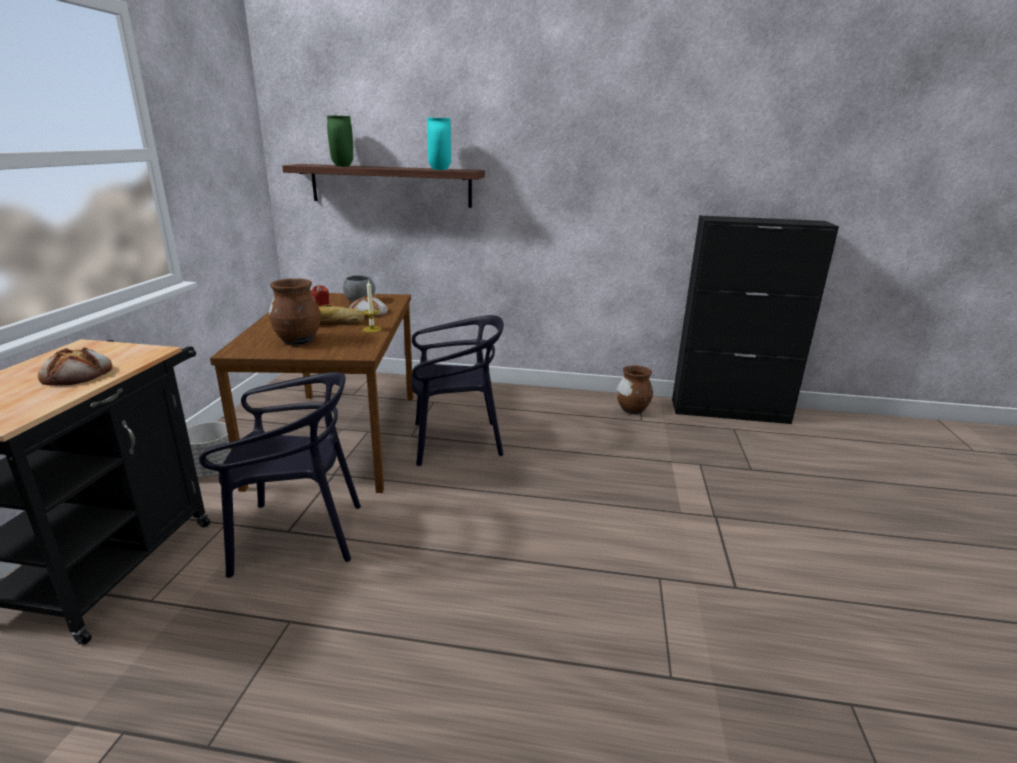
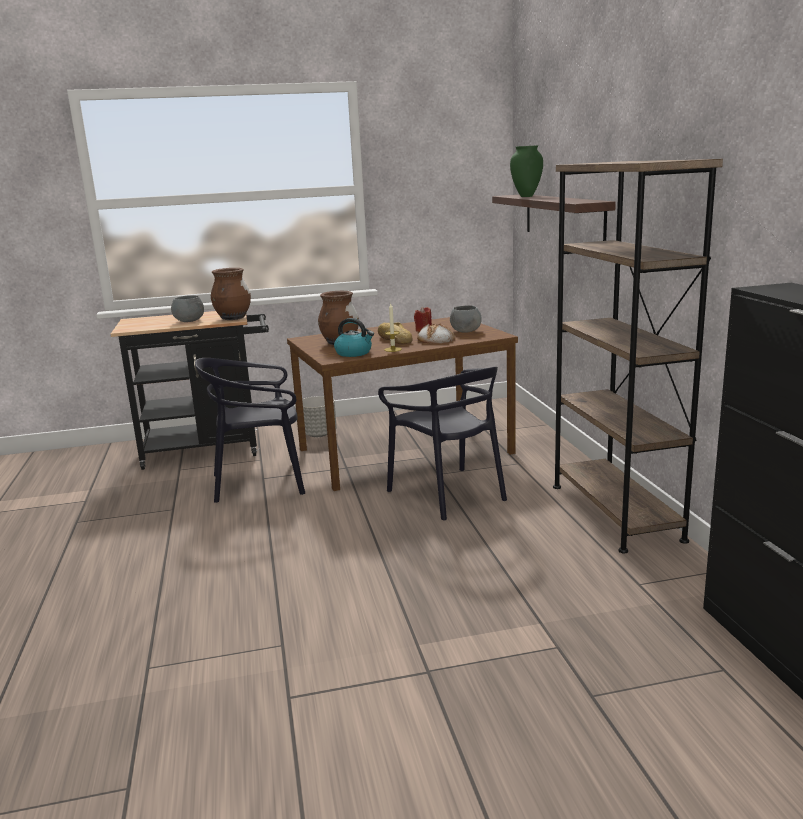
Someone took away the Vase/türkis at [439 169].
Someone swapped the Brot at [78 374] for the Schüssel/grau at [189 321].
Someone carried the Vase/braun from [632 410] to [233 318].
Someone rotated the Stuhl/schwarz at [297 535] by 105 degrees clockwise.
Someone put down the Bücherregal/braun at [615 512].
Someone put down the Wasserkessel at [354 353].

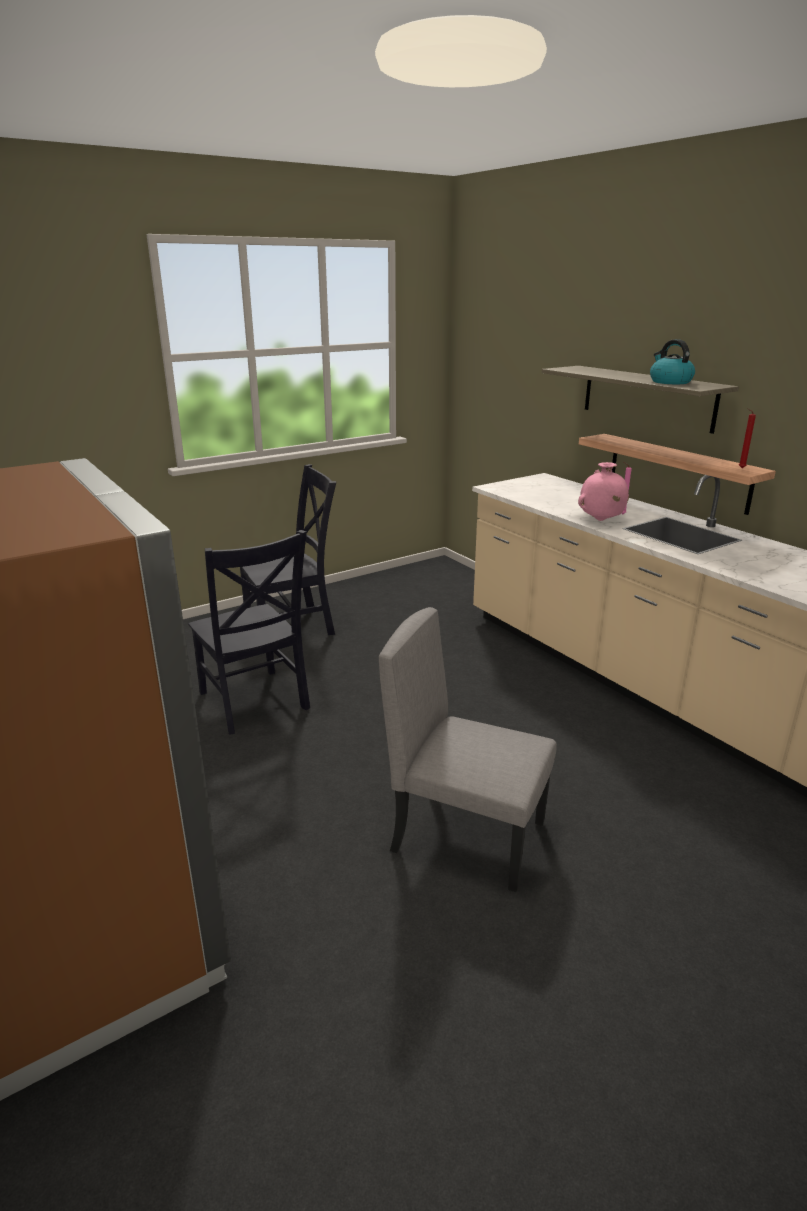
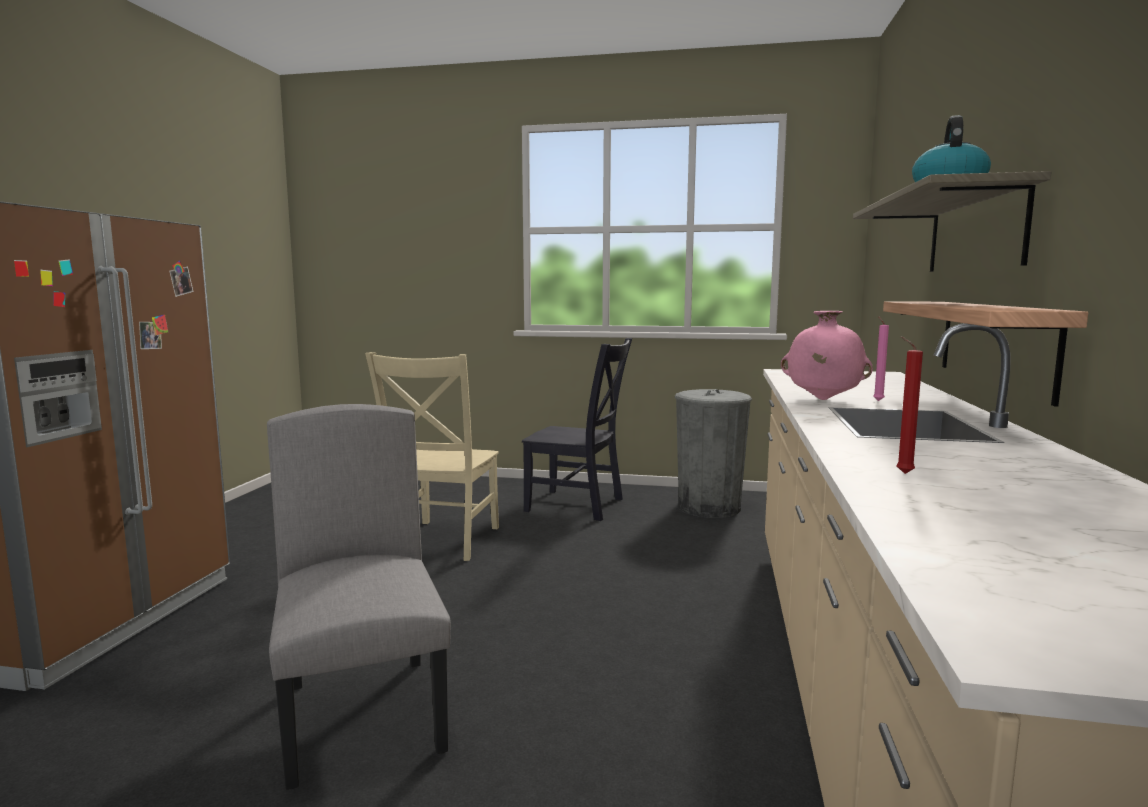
Someone carried the Kerze/rot from [740 468] to [901 473].
Someone repainted the Stuhl/schwarz at [254 703], which became the Stuhl/beige at [441 542].
Someone put down the Mülleimer/grau at [709 507].

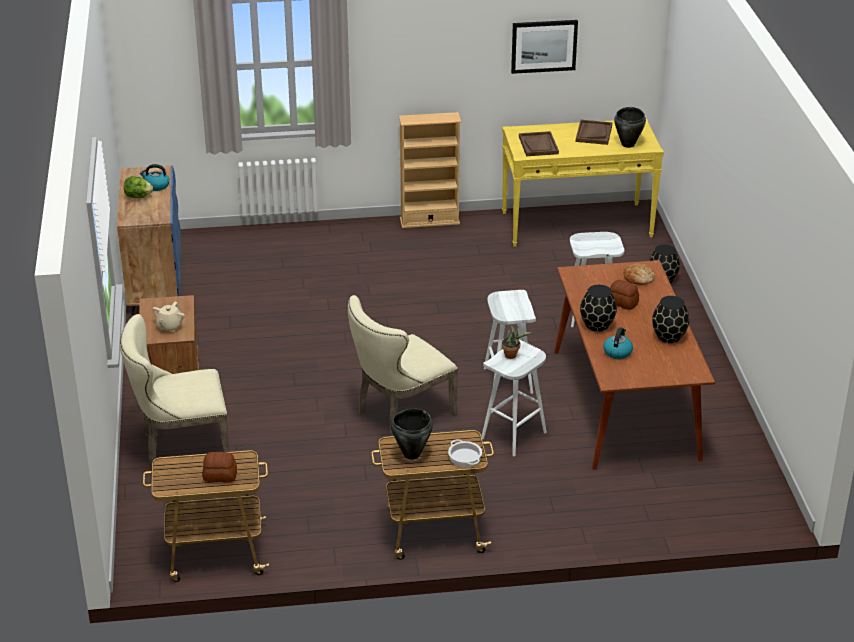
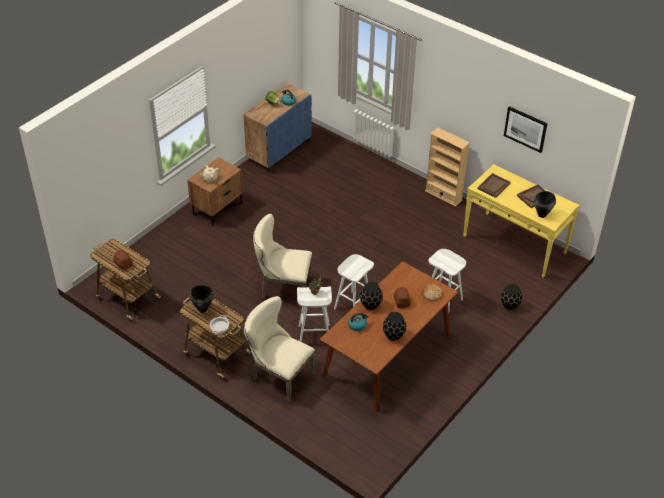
Someone carried the Stuhl/beige from [180 446] to [278 376].

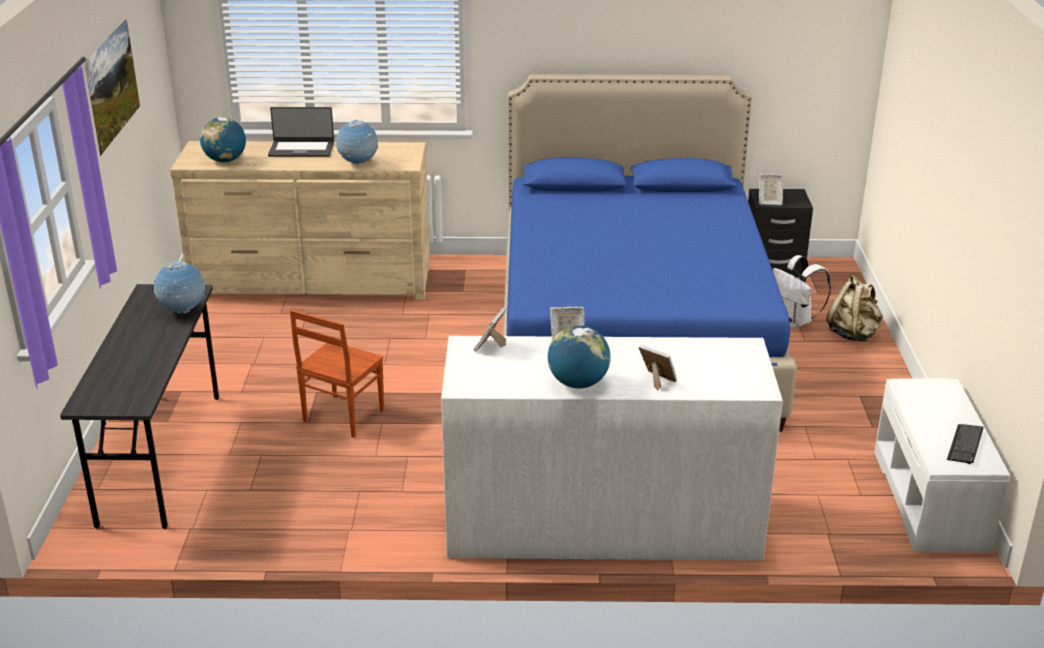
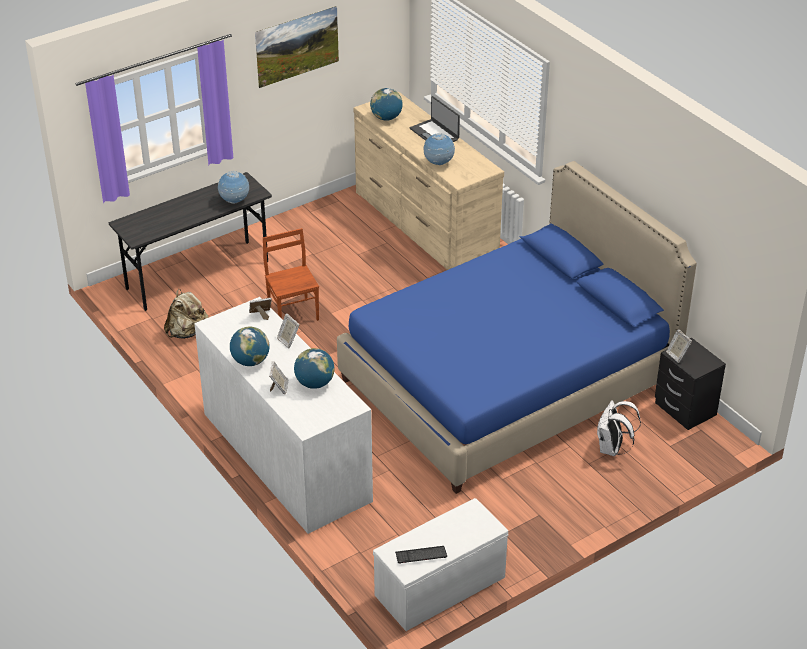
Someone carried the Rucksack/beige from [853 334] to [187 332].
Someone rotated the Stuhl/braun at [342 416] by 75 degrees clockwise.
Someone put down the Globus at [314 383].

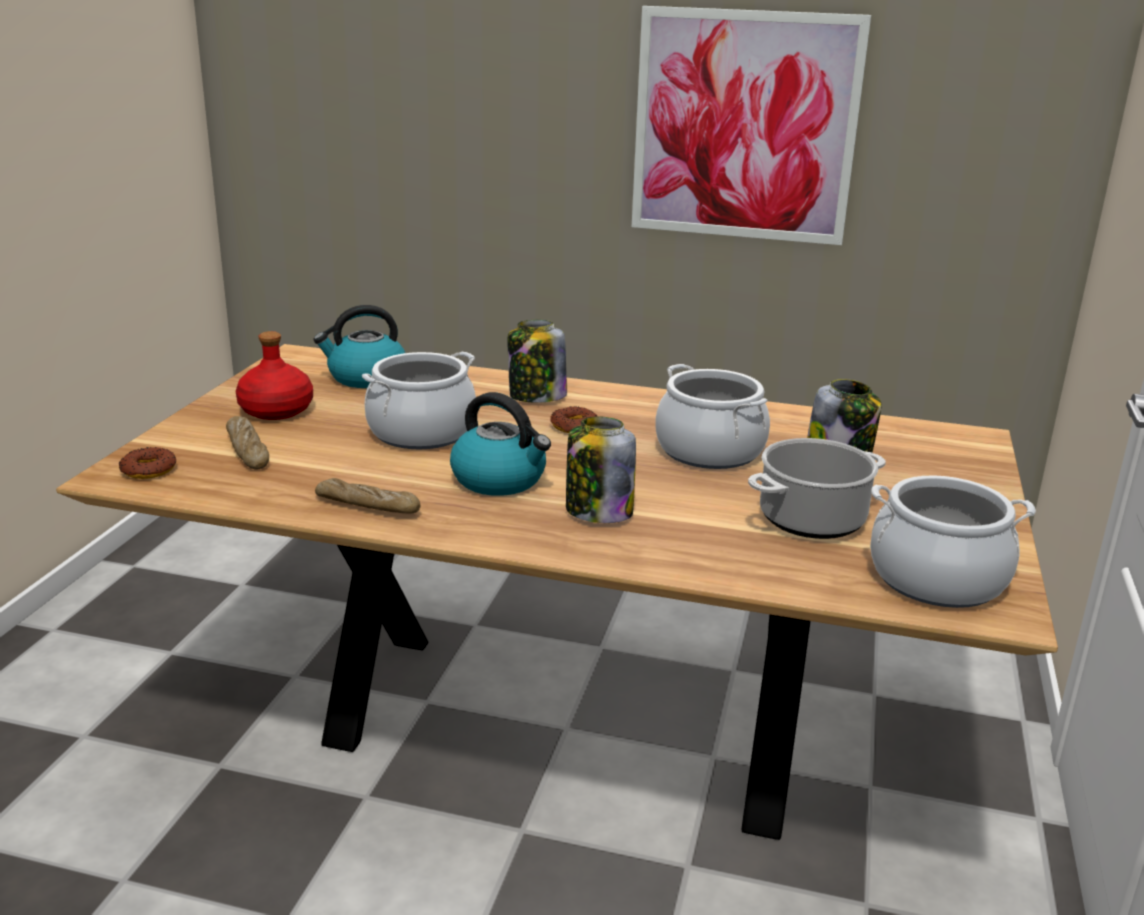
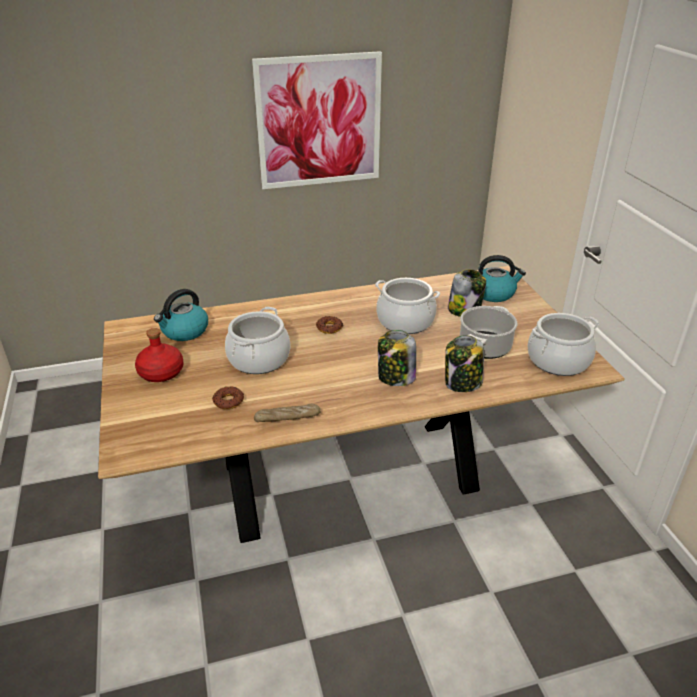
Someone carried the Vorratsglas from [536 396] to [462 383].
Someone carried the Wasserkessel from [500 480] to [494 293].
Someone took away the Brot at [248 451].
Someone carried the Donut from [148 470] to [228 401].

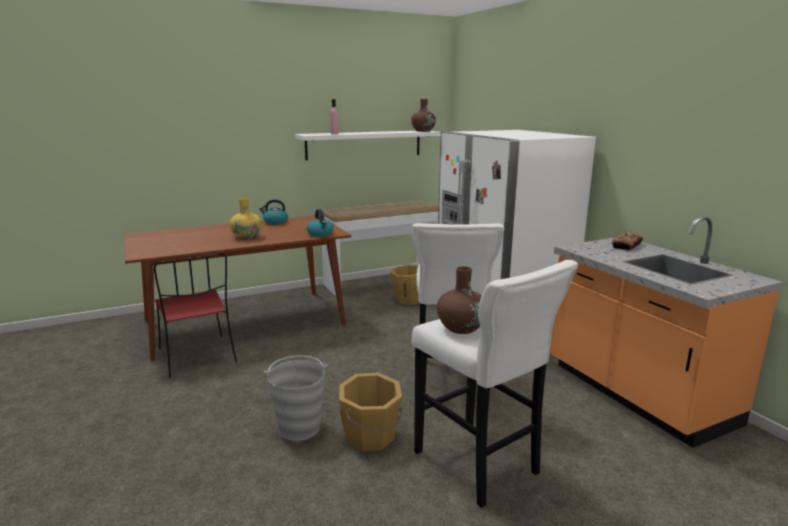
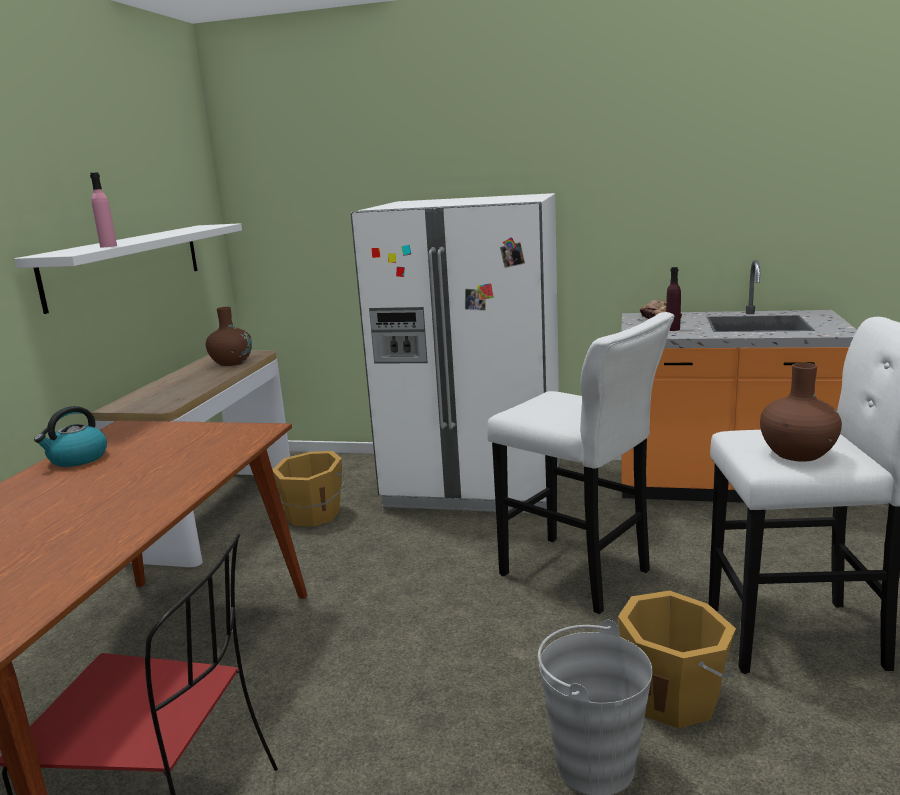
Someone carried the Vase/braun from [423 131] to [231 363].
Someone took away the Vase/gelb at [246 237].
Someone took away the Wasserkessel at [320 234].
Someone put down the Flasche/lila at [672 329].

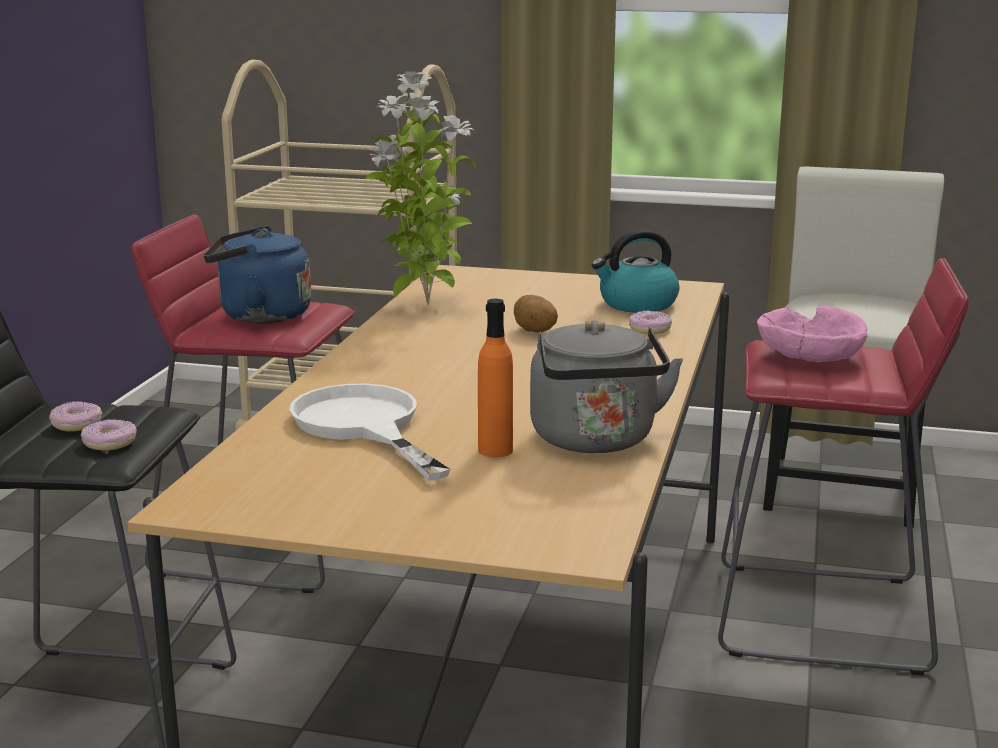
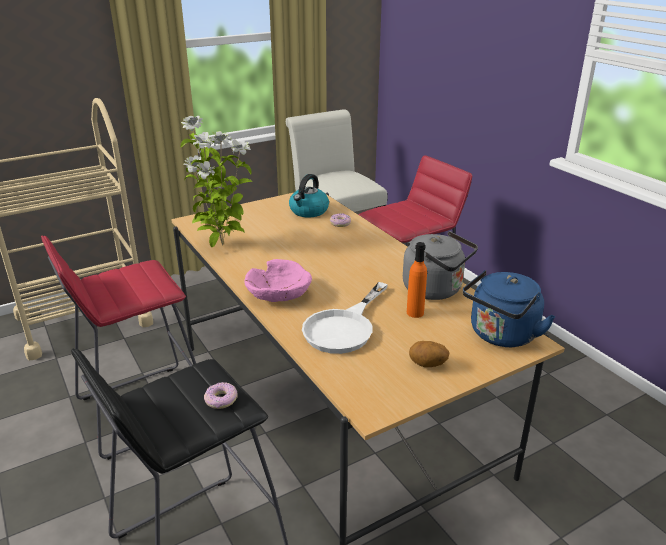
Someone carried the Wasserkessel/blau from [259 315] to [501 336].
Someone carried the Kartoffel from [534 332] to [427 365].
Someone carried the Schüssel/rosa from [811 357] to [279 294].
Someone rotated the Pfanne/weiß at [364 426] by 75 degrees counterclockwise.
Someone took away the Donut at [77 424].

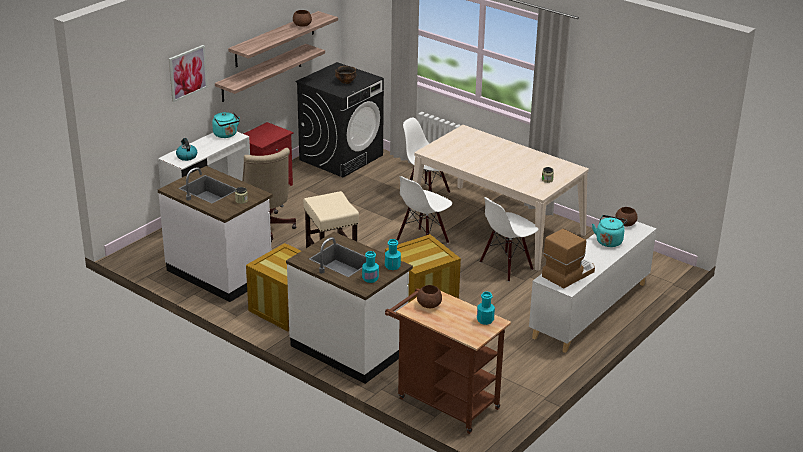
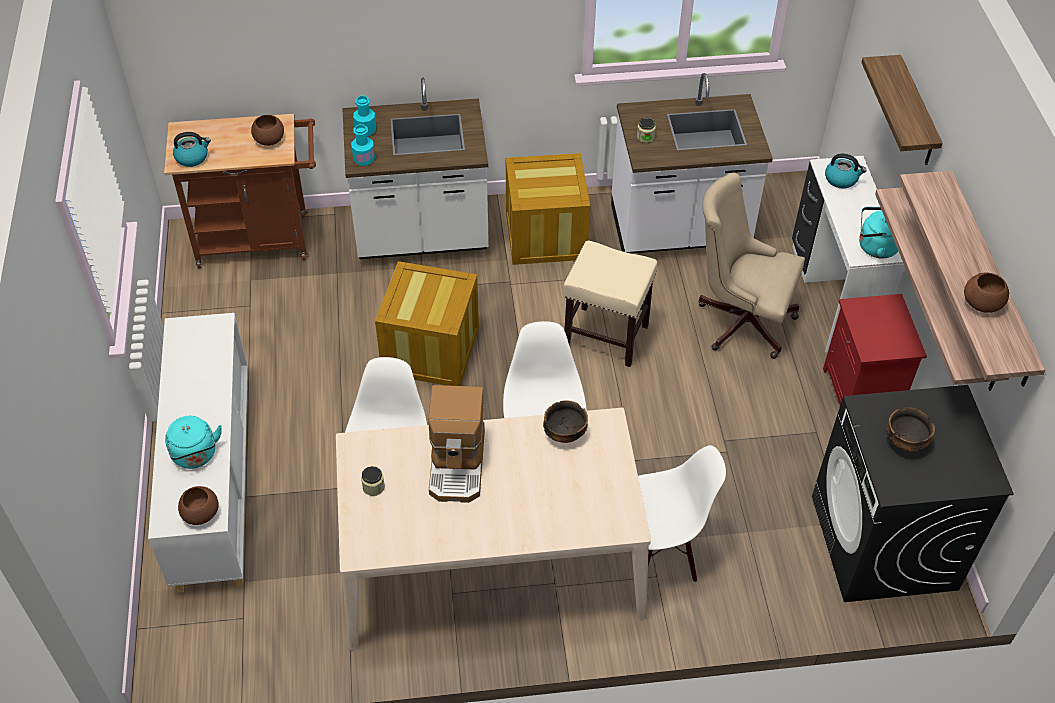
Someone swapped the Bild at [187 73] for the Wandregal at [916 113].
Someone carried the Kaffeemaschine from [568 273] to [458 464].
Someone swapped the Flasche/türkis at [485 320] for the Wasserkessel at [192 157].
Someone put down the Schüssel at [564 433].

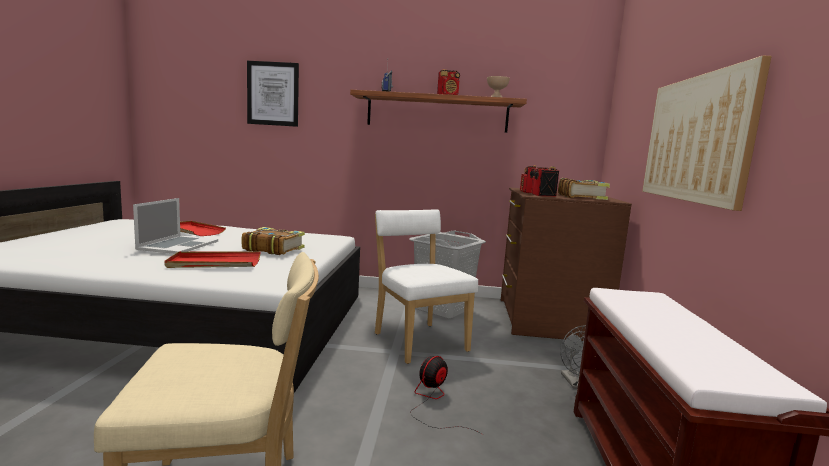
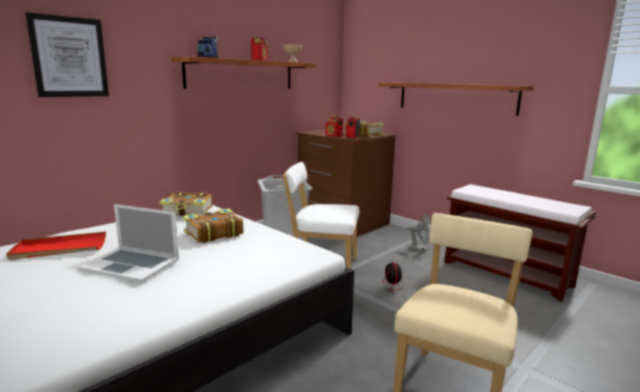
Someone swapped the Bild at [695 139] for the Wandregal at [455 97].
Someone rotated the Laptop at [178 245] by 150 degrees clockwise.
Someone took away the Tablett/rot at [214 263].
Someone put down the Buch at [188 212].

